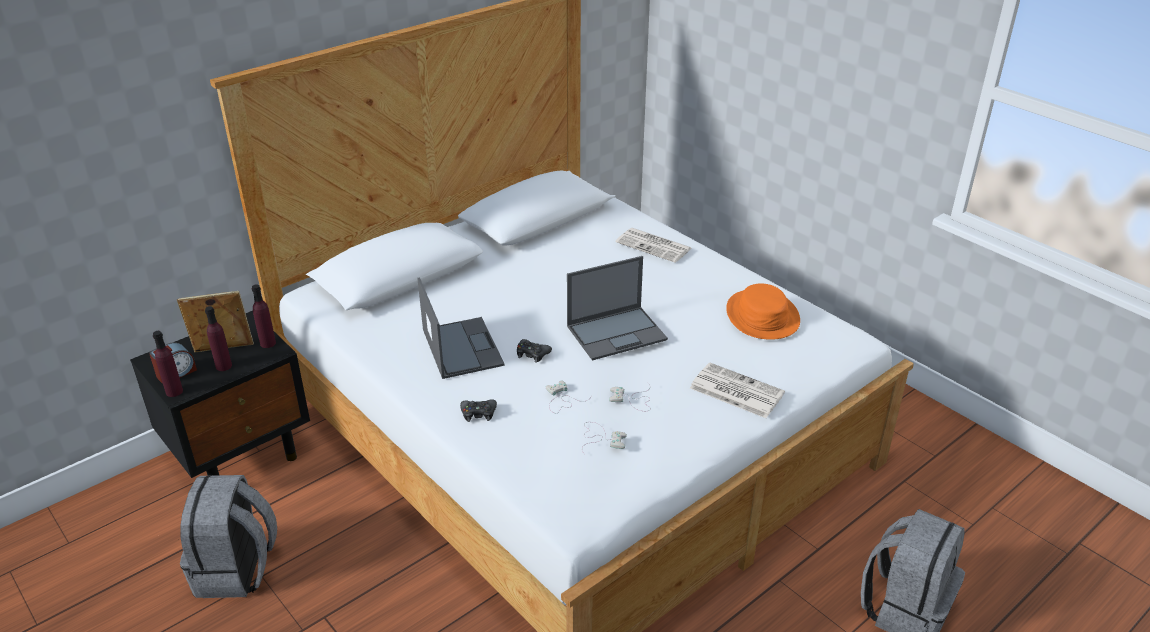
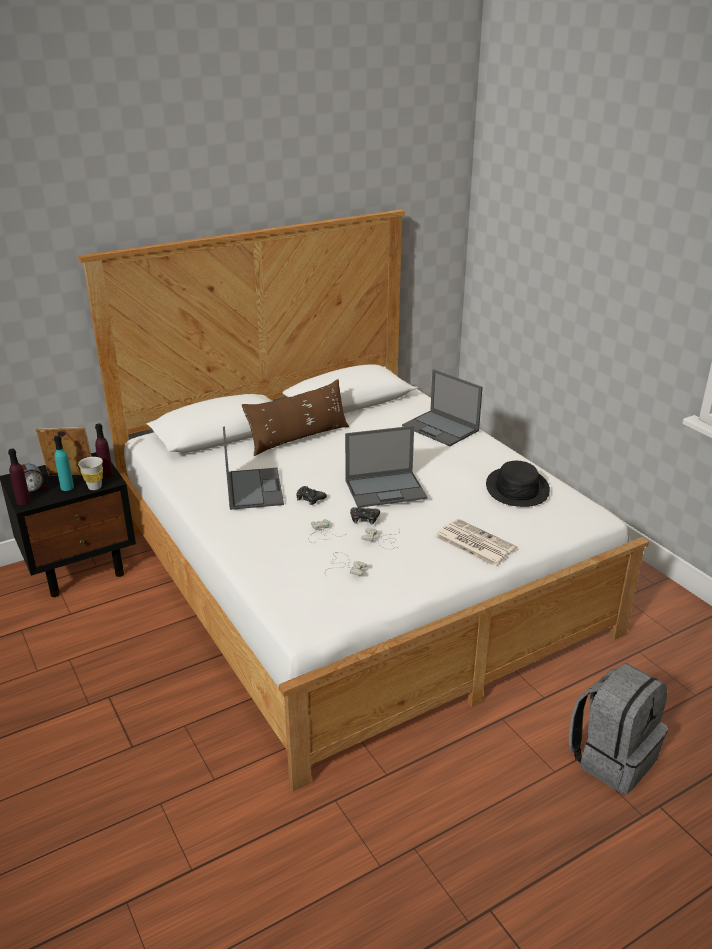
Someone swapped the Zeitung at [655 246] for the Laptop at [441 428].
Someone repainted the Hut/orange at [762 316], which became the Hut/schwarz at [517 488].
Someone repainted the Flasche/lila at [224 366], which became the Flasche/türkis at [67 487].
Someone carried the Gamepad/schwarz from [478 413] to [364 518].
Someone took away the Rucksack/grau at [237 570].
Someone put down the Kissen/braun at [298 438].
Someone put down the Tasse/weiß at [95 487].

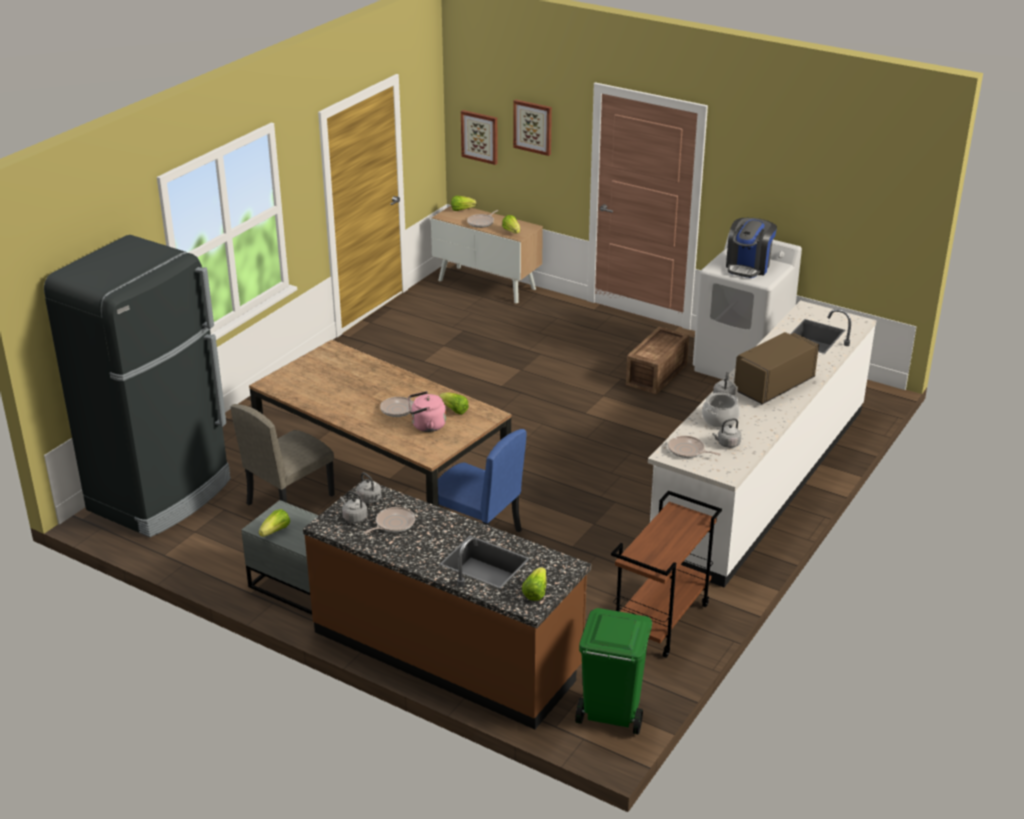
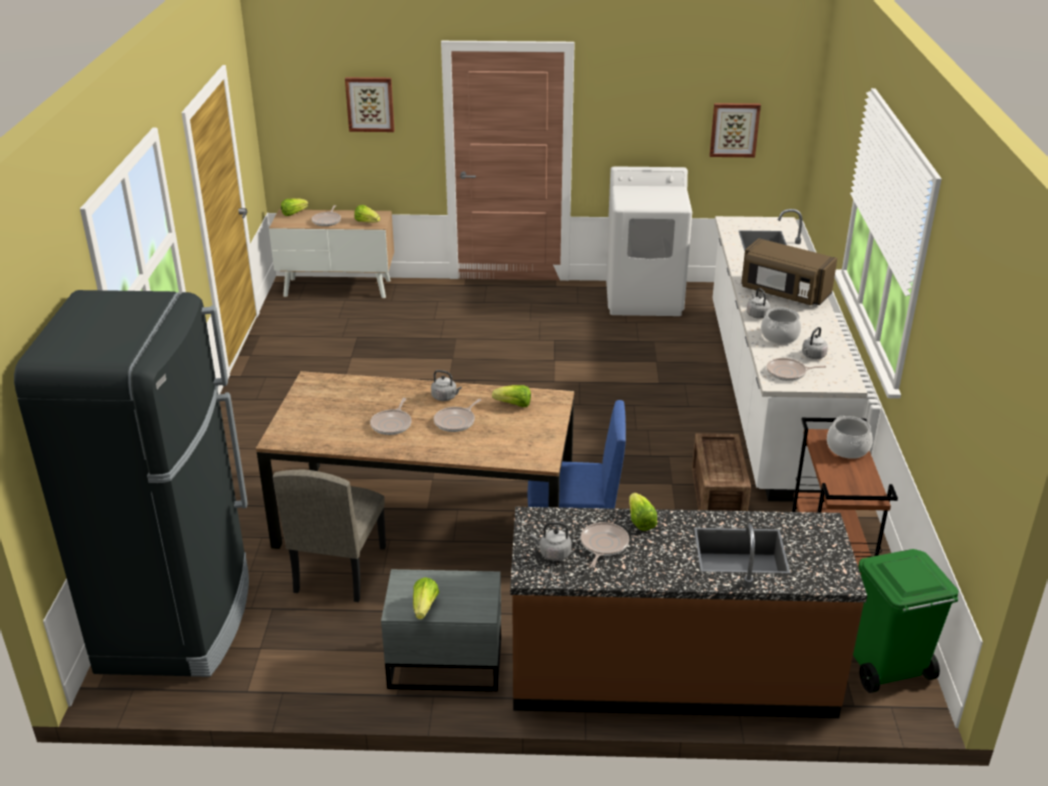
Someone carried the Bild from [480 136] to [734 129].
Someone took away the Kaffeemaschine at [748 267].
Someone carried the Kiste from [658 374] to [719 494].
Someone rotated the Mikrowelle/braun at [772 385] by 75 degrees counterclockwise.
Someone took away the Wasserkessel/rosa at [426 426].
Someone carried the Wasserkessel/grau from [370 499] to [445 397].
Someone carried the Salatkopf from [535 592] to [640 521].
Someone put down the Pfanne at [392 424].
Someone put down the Kochtopf at [847 448].

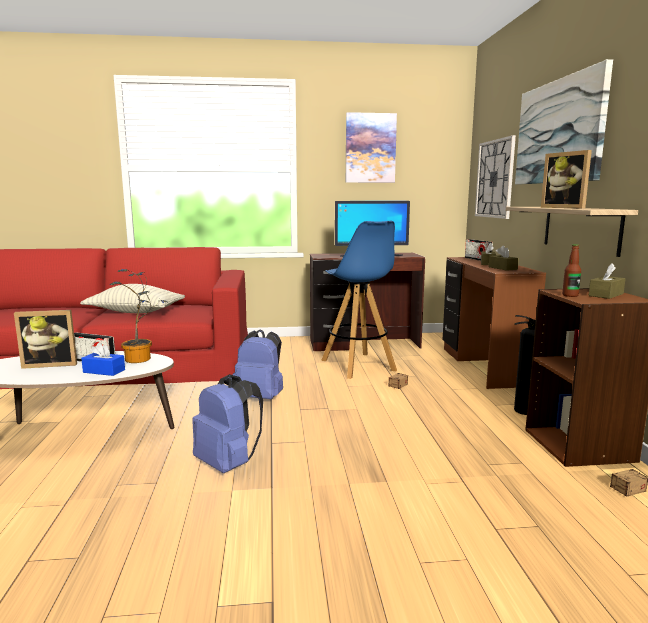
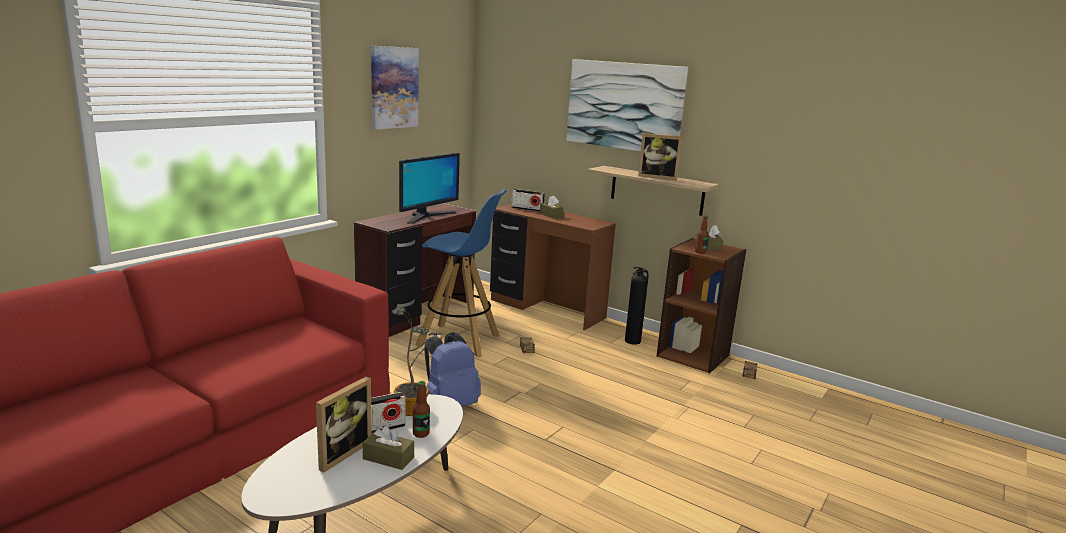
Someone took away the Wanduhr at [495 179].
Someone carried the Taschentuchbox/braun from [502 268] to [388 458].
Someone took away the Kissen at [135 312].
Someone swapped the Taschentuchbox/blau at [104 371] for the Flasche at [421 433].
Someone took away the Rucksack/blau at [228 464].

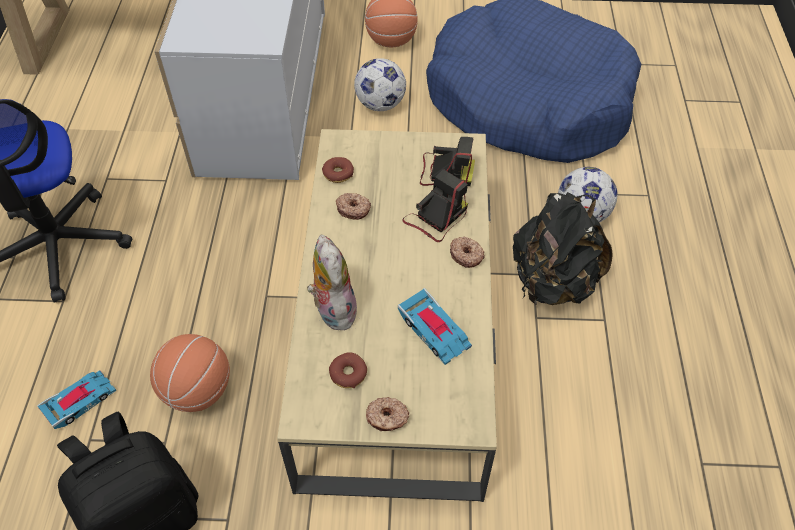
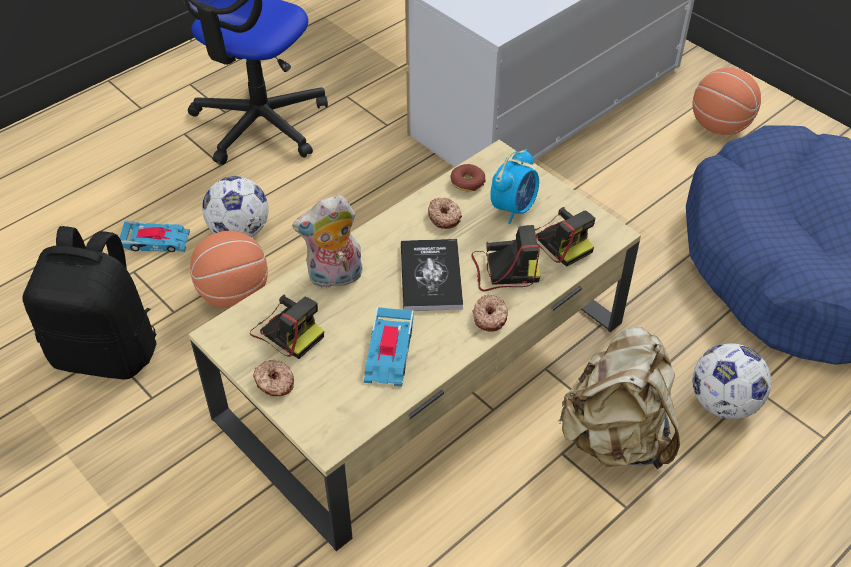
Someone carried the Fußball from [380 104] to [240 231].
Someone repainted the Rucksack/schwarz at [552 282], which became the Rucksack/beige at [615 437].
Someone rotated the Plüschtier at [333 309] by 135 degrees counterclockwise.
Someone swapped the Donut at [348 374] for the Kamera at [287 331].
Someone put down the Wecker at [513 208].
Someone put down the Buch at [431 276].

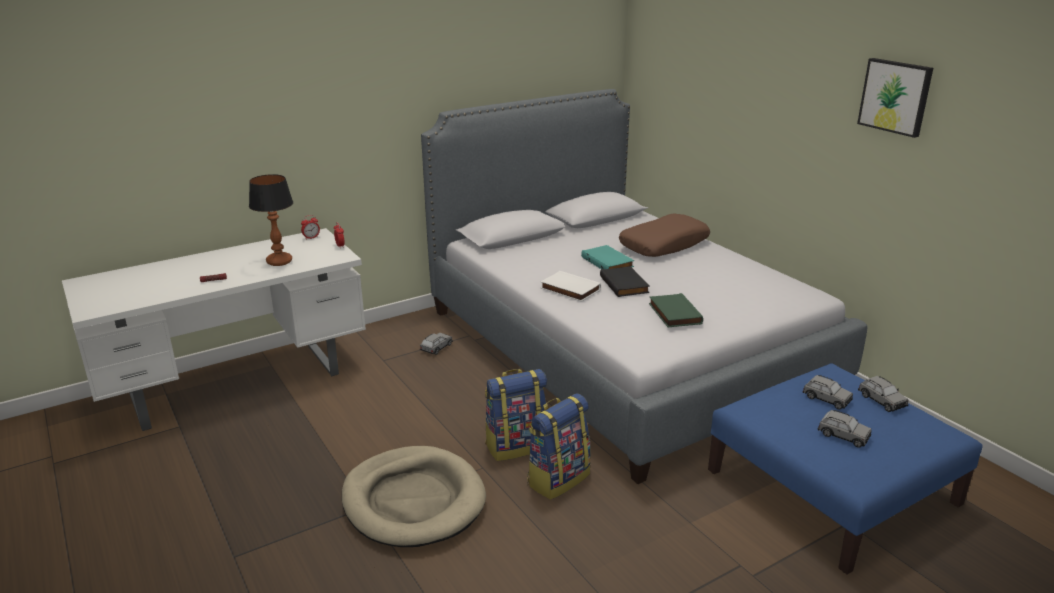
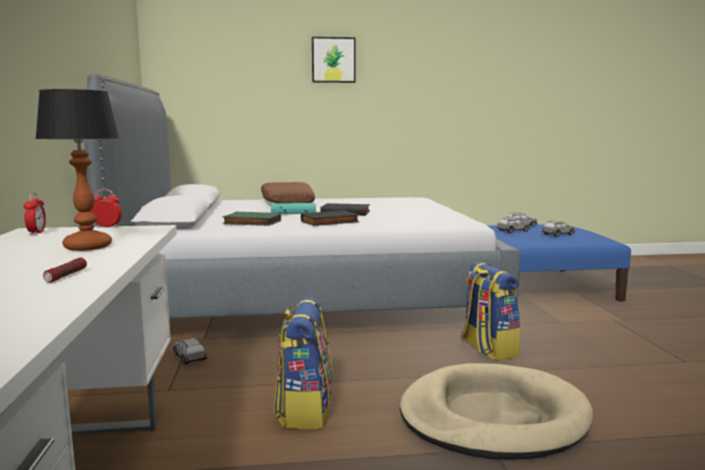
Someone carried the Bild from [895 96] to [333 60].
Someone repainted the Buch/weiß at [569 290], which became the Buch/schwarz at [330 222].
Someone carried the Buch/grün from [673 313] to [251 222].
Someone carried the Rucksack from [516 446] to [304 410].

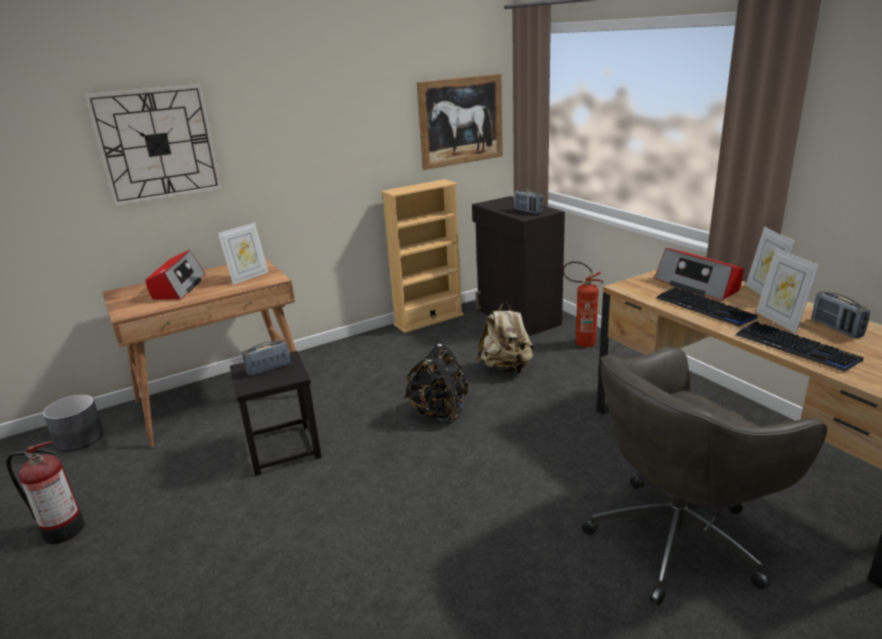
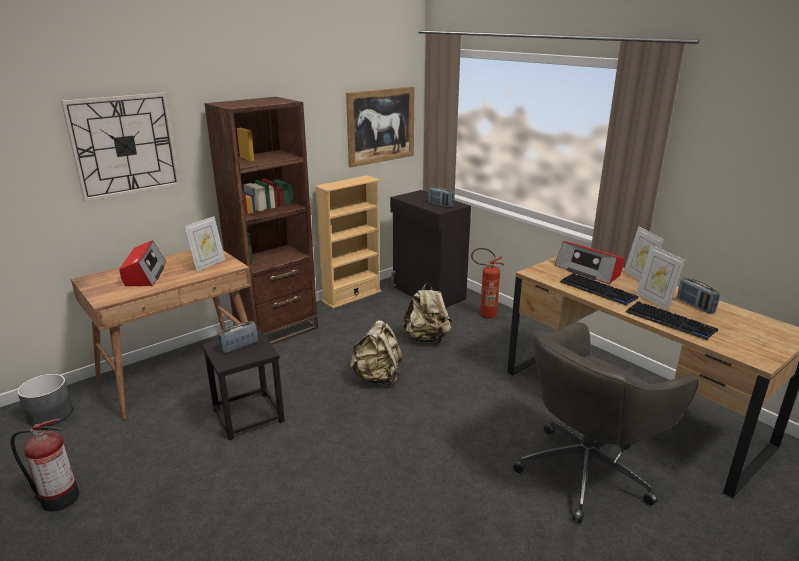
Someone repainted the Rucksack/schwarz at [438 412], which became the Rucksack/beige at [377 378].
Someone put down the Bücherregal/braun at [276 329].

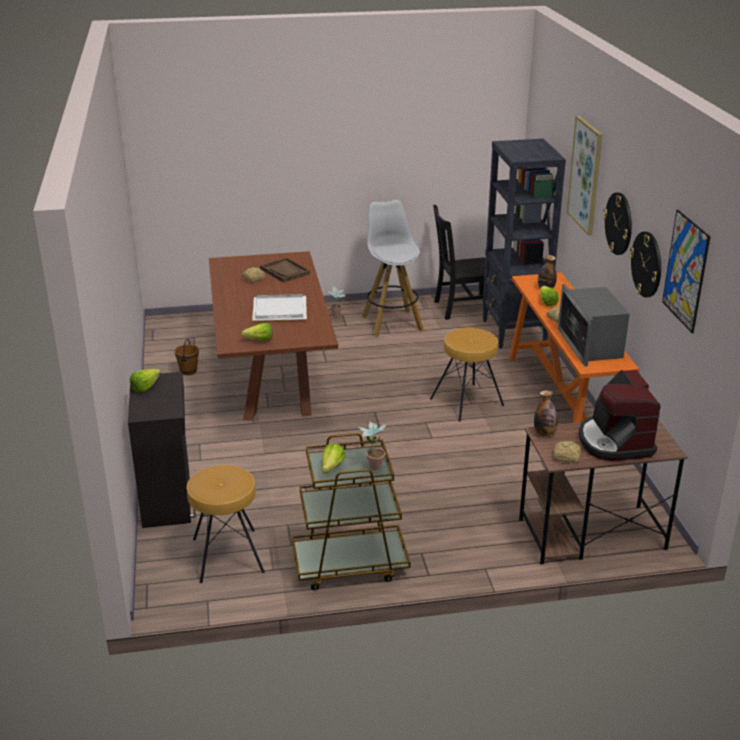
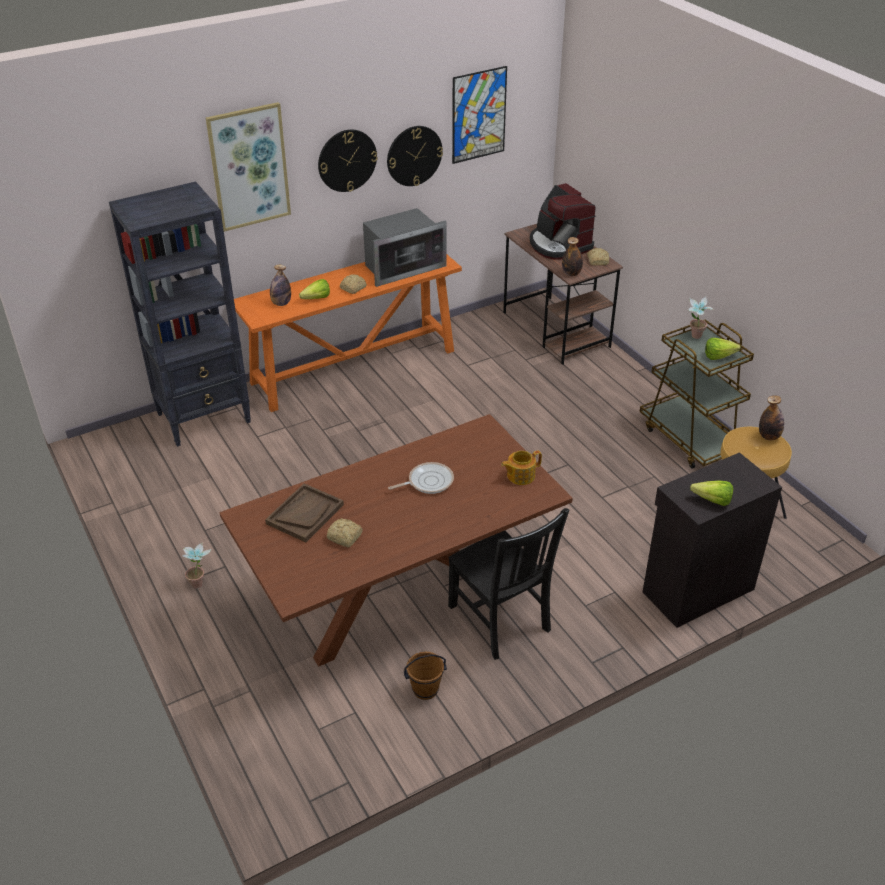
Someone took away the Hocker/weiß at [391 322].
Someone carried the Stuhl/schwarz from [461 308] to [501 620].
Someone swapped the Tablett/weiß at [280 309] for the Pfanne at [428 481].
Someone swapped the Salatkopf at [257 340] for the Teekanne at [520 475].
Someone took away the Hocker/braun at [467 402].
Someone rotated the Kaffeemaschine at [614 441] by 90 degrees clockwise.
Someone put down the Flasche at [769 436].

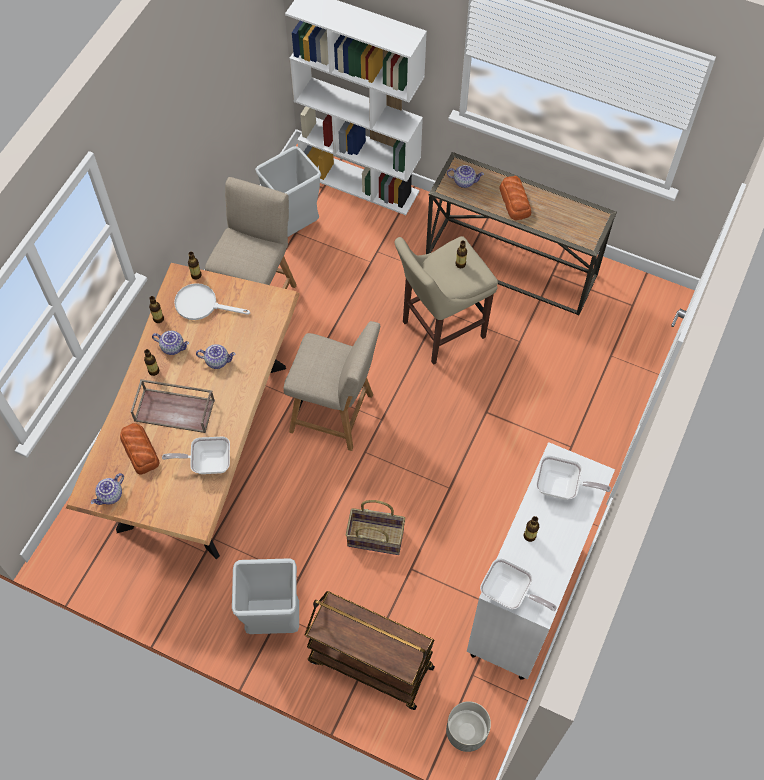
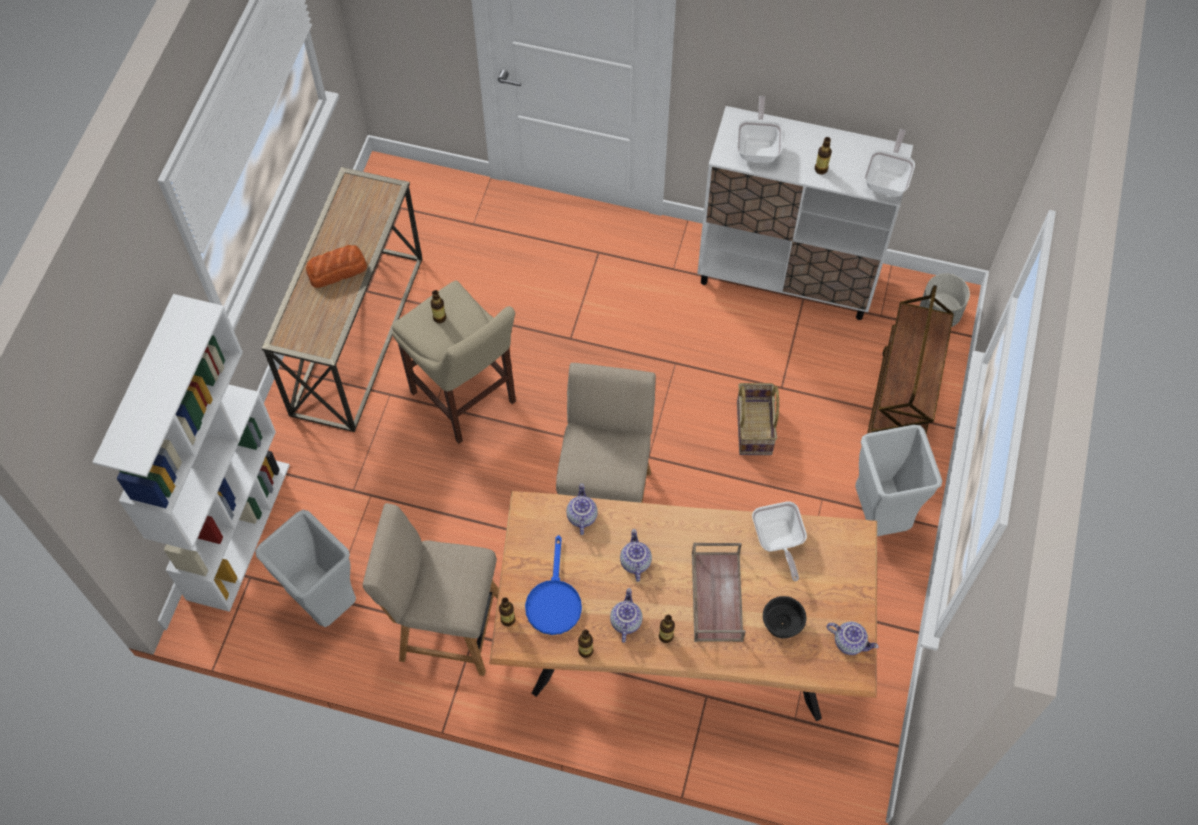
Someone carried the Teekanne from [464 181] to [581 516].
Someone repainted the Pfanne/weiß at [202 304], which became the Pfanne/blau at [553 600].
Someone swapped the Brot at [140 450] for the Schüssel/schwarz at [780 623].

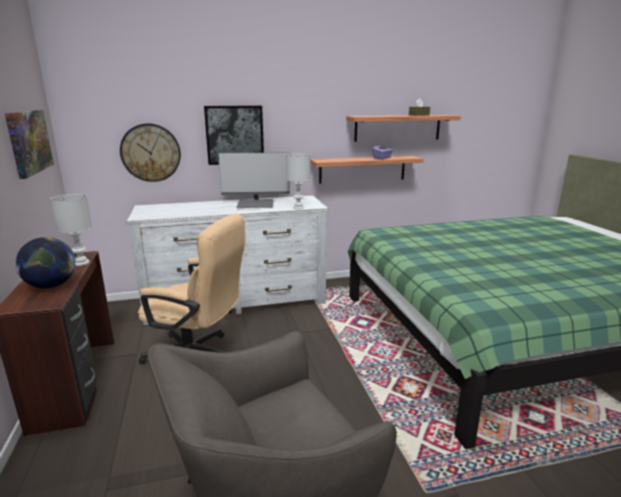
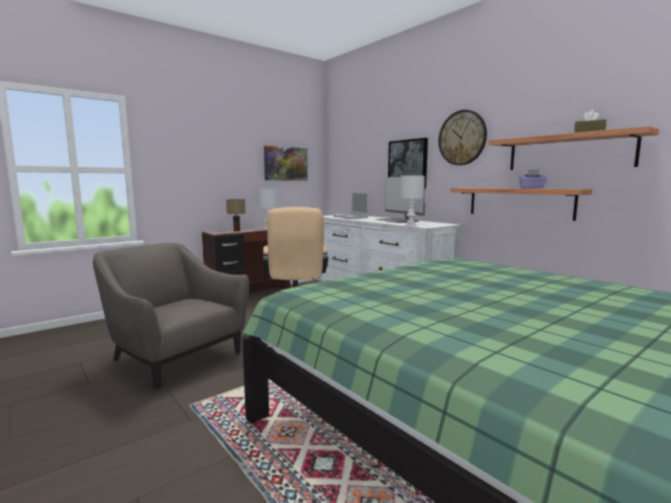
Someone carried the Wanduhr from [151 152] to [462 138].
Someone swapped the Globus at [51 286] for the Tischlampe at [236 231].
Someone put down the Laptop at [351 217].

